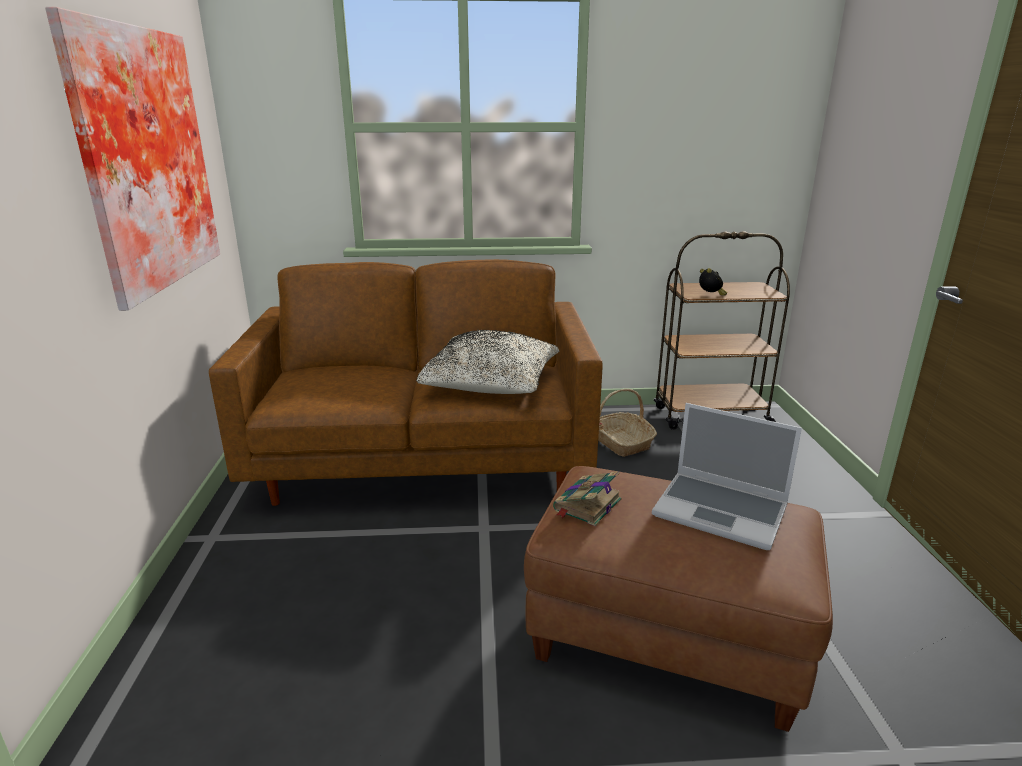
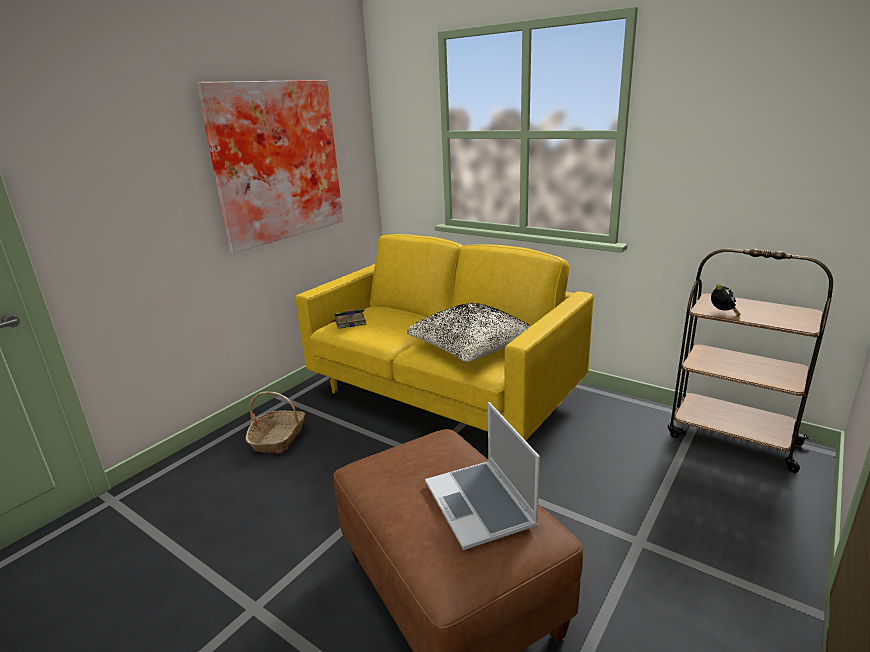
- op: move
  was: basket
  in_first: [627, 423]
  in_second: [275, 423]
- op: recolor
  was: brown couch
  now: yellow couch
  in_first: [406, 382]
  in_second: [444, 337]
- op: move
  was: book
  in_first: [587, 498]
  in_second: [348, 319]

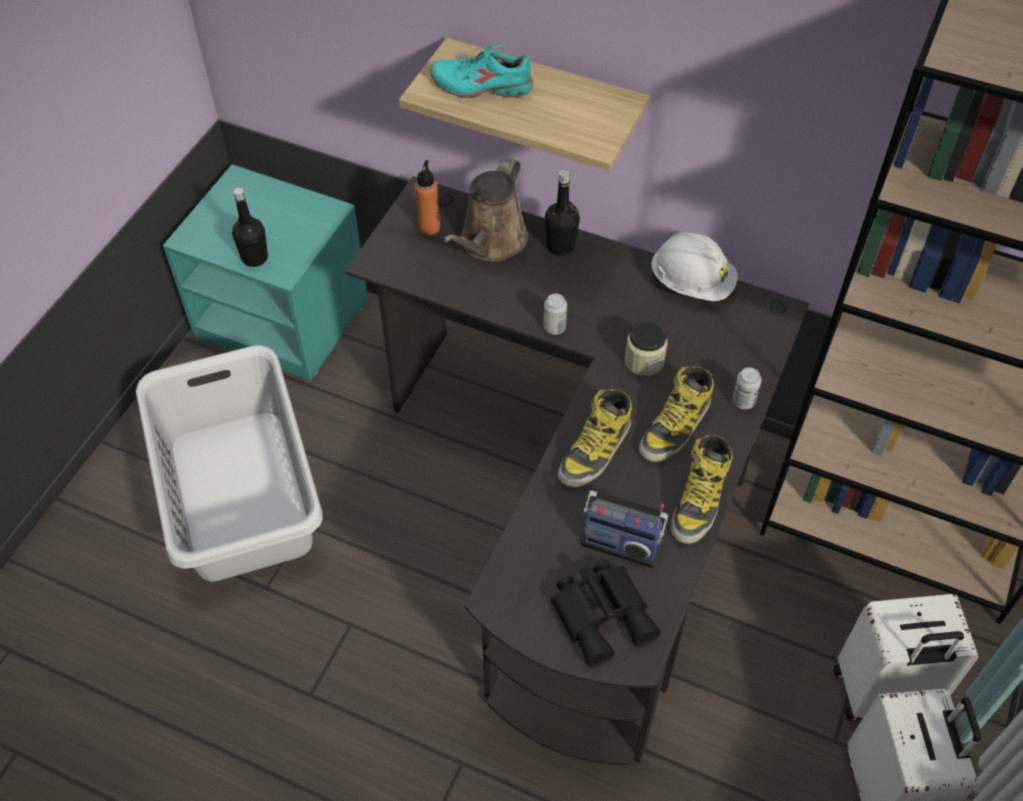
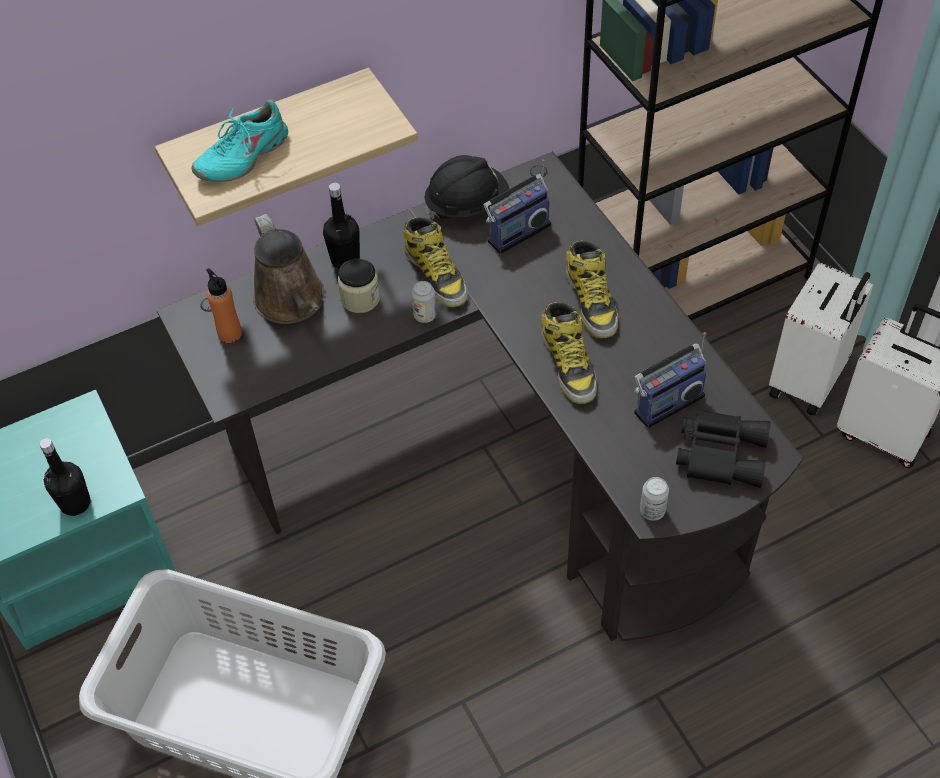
- op: move
  was: storage jar
  in_first: [646, 348]
  in_second: [359, 286]
- op: move
  was: tall boot
  in_first: [702, 489]
  in_second: [435, 262]
- op: recolor
  was: white-coloured safety helmet
  now: black-coloured safety helmet
  in_first: [694, 266]
  in_second: [467, 187]
- op: insert
  now: radio
  in_second: [517, 206]
- op: move
  was: can
  in_first: [747, 388]
  in_second: [654, 499]

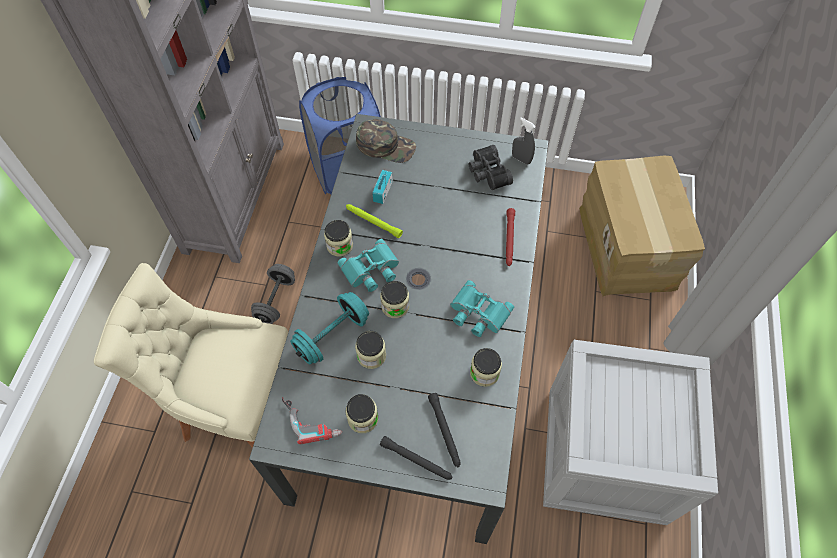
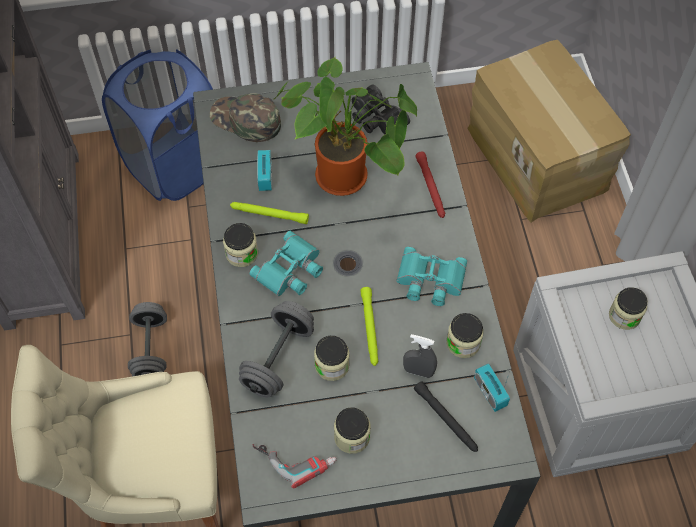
- op: rotate
  was: green-coloured cap
  in_first: [386, 141]
  in_second: [245, 117]
  clockwise: -150
- op: recolor
  was: turquoise-coloured free weight
  now: greyish free weight
  in_first: [329, 328]
  in_second: [276, 349]
- op: insert
  now: plant in a pot
  in_second: [345, 126]
- op: insert
  now: green-coloured flashlight
  in_second: [369, 326]
- op: move
  was: greyish hand sprayer
  in_first: [524, 141]
  in_second: [420, 356]
- op: insert
  now: radio
  in_second: [492, 388]
- op: move
  was: storage jar
  in_first: [394, 299]
  in_second: [628, 308]
- op: delete
  was: black-coloured flashlight
  in_first: [416, 458]

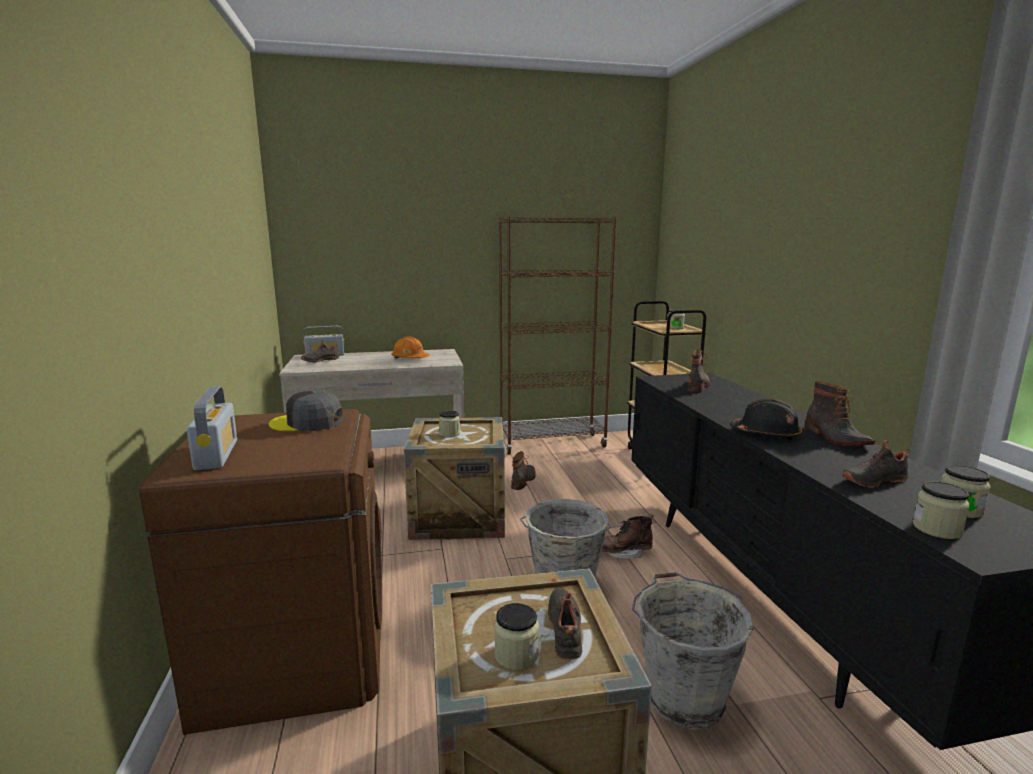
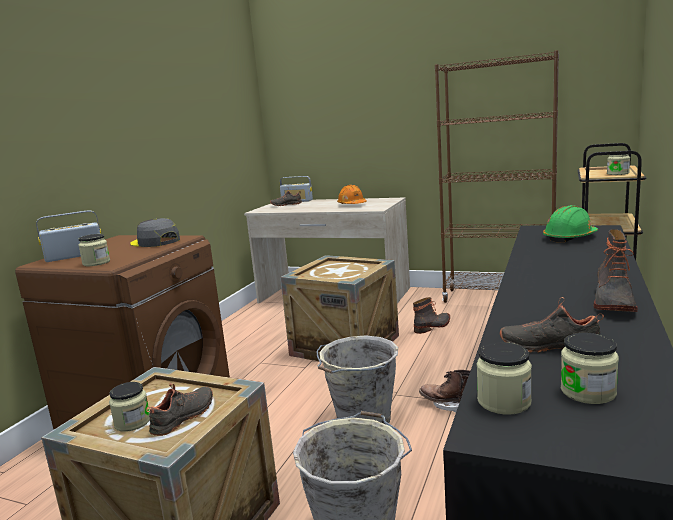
- op: rotate
  was: radio
  in_first: [212, 428]
  in_second: [68, 236]
  clockwise: -135
- op: move
  was: storage jar
  in_first: [449, 423]
  in_second: [94, 250]
- op: replace
  was: tall boot
  now: green-coloured safety helmet
  in_first: [699, 371]
  in_second: [570, 223]
- op: delete
  was: black-coloured safety helmet
  in_first: [766, 419]

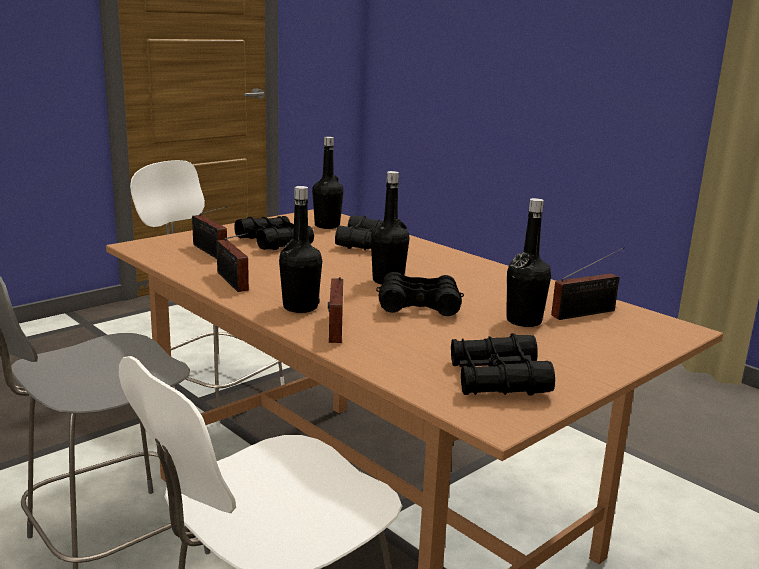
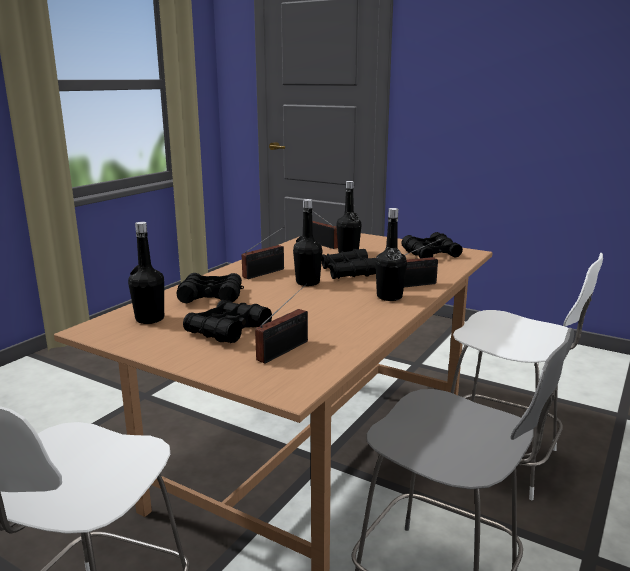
- op: move
  was: radio
  in_first: [232, 262]
  in_second: [263, 253]

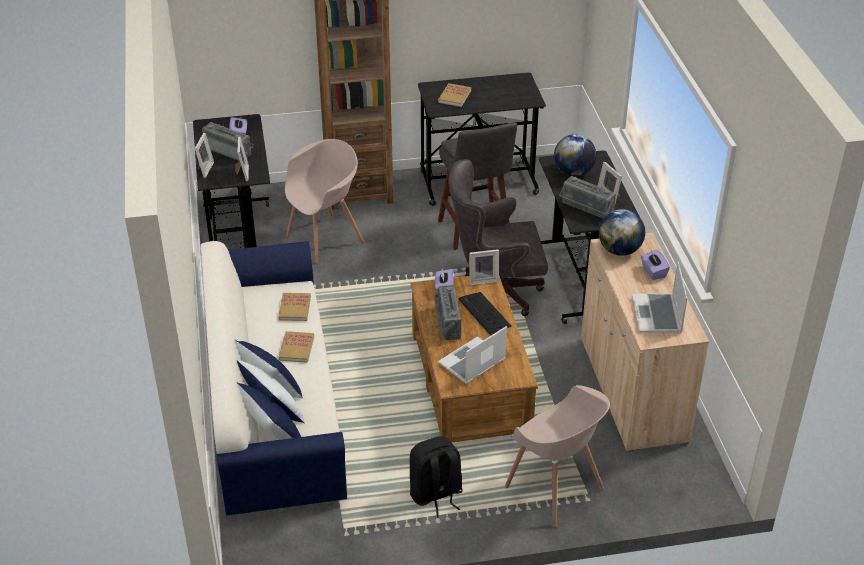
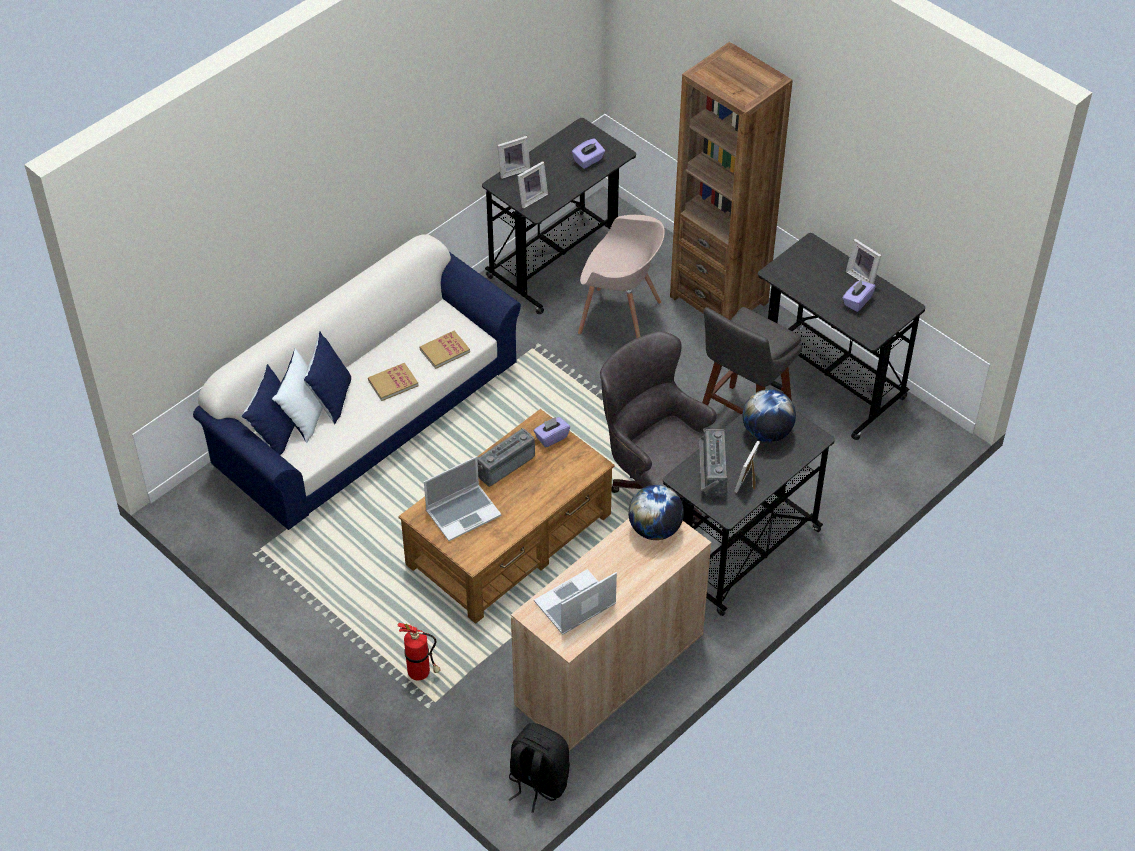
- op: replace
  was: beige-coloured chair
  now: fire extinguisher
  in_first: [557, 456]
  in_second: [419, 651]
- op: rotate
  was: laptop
  in_first: [472, 355]
  in_second: [462, 498]
  clockwise: 135
- op: move
  was: black-coloured knapsack
  in_first: [436, 477]
  in_second: [539, 768]
- op: move
  was: purple-coloured tissue box
  in_first: [655, 264]
  in_second: [859, 295]
- op: move
  was: standing frame
  in_first: [484, 267]
  in_second: [864, 261]
- op: delete
  was: radio
  in_first: [228, 141]
- op: delete
  was: book
  in_first: [454, 95]
- op: delete
  was: keyboard
  in_first: [485, 313]

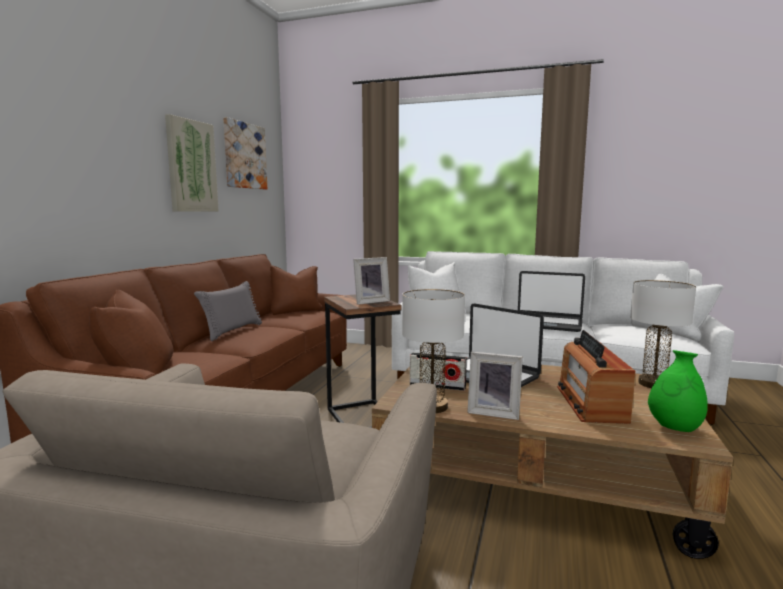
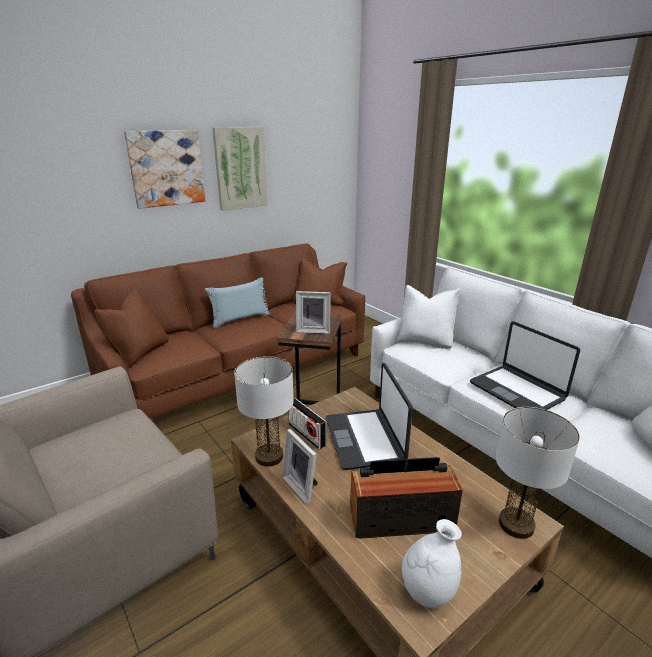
- op: move
  was: picture
  in_first: [245, 153]
  in_second: [164, 169]
- op: recolor
  was: greyish throw pillow
  now: blue-coloured throw pillow
  in_first: [228, 311]
  in_second: [237, 303]
- op: rotate
  was: radio
  in_first: [596, 377]
  in_second: [406, 498]
  clockwise: 45
- op: recolor
  was: green-coloured flower vase
  now: white-coloured flower vase
  in_first: [678, 391]
  in_second: [431, 563]

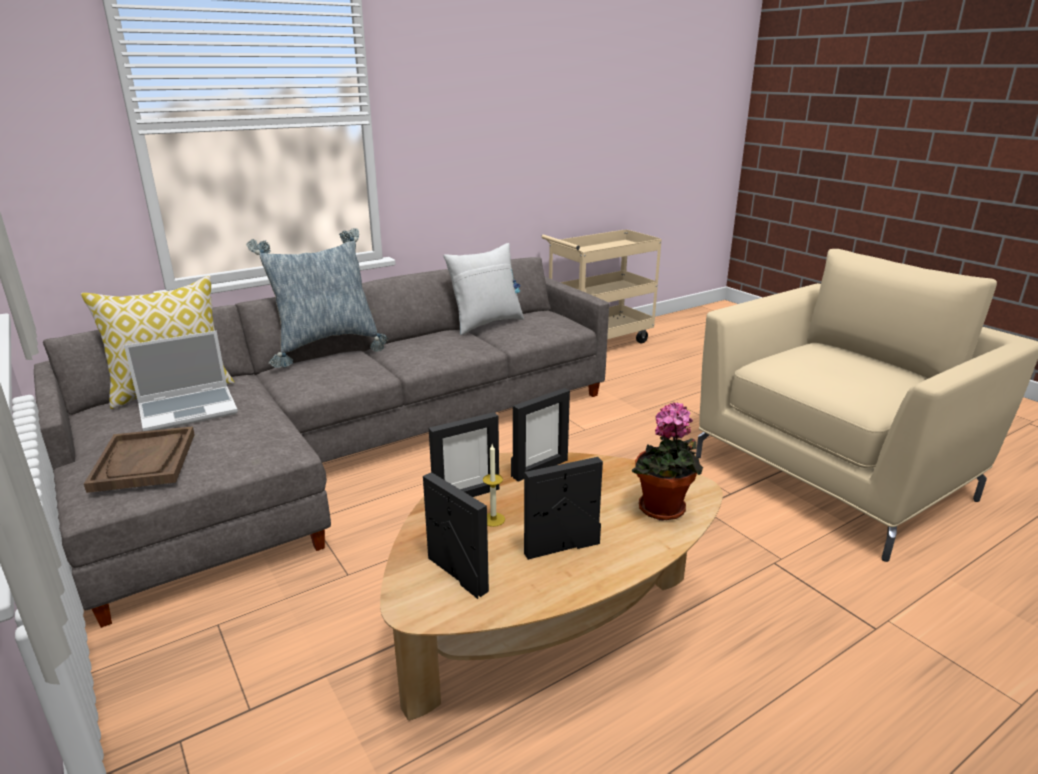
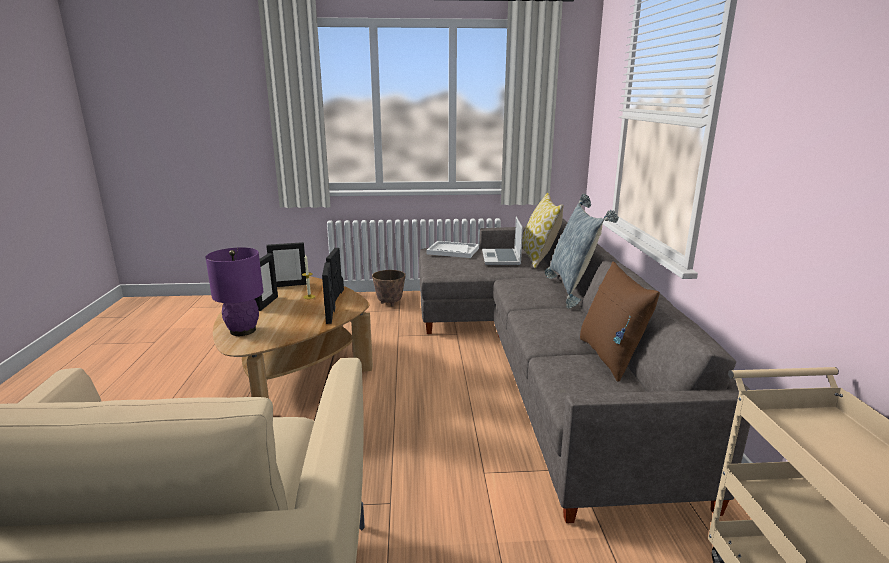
- op: replace
  was: plant in a pot
  now: purple-coloured table lamp
  in_first: [667, 462]
  in_second: [234, 291]
- op: insert
  now: flower pot
  in_second: [389, 288]
- op: recolor
  was: brown tray
  now: white-coloured tray
  in_first: [139, 459]
  in_second: [452, 249]
- op: recolor
  was: greyish throw pillow
  now: brown throw pillow
  in_first: [483, 289]
  in_second: [620, 322]

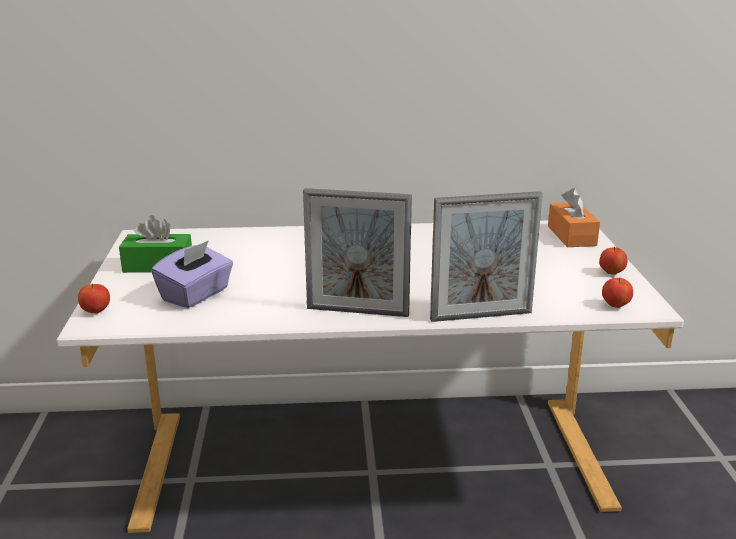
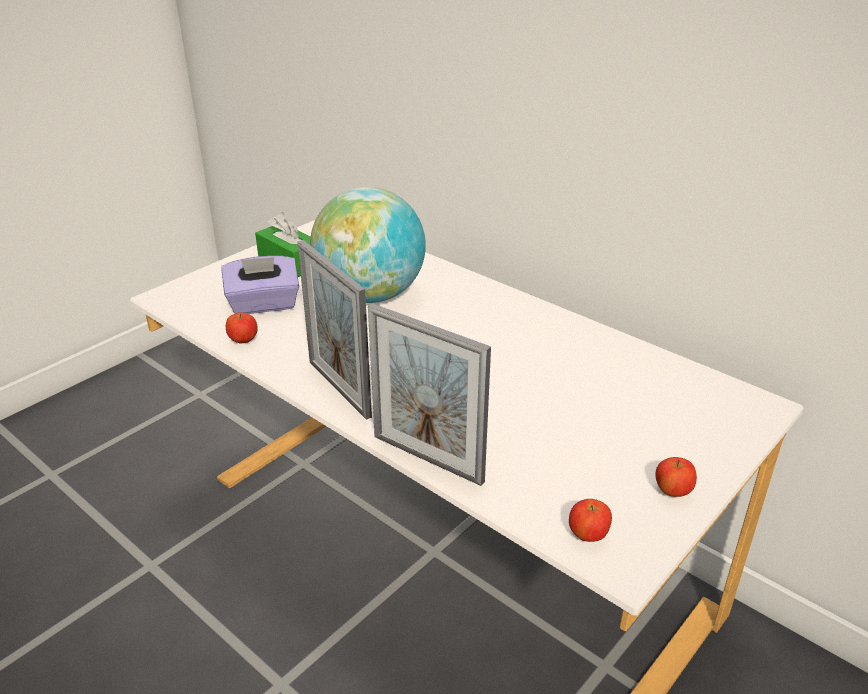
- op: move
  was: apple fruit
  in_first: [94, 298]
  in_second: [242, 328]
- op: insert
  now: world globe
  in_second: [368, 245]
- op: delete
  was: orangey tissue box
  in_first: [574, 217]

